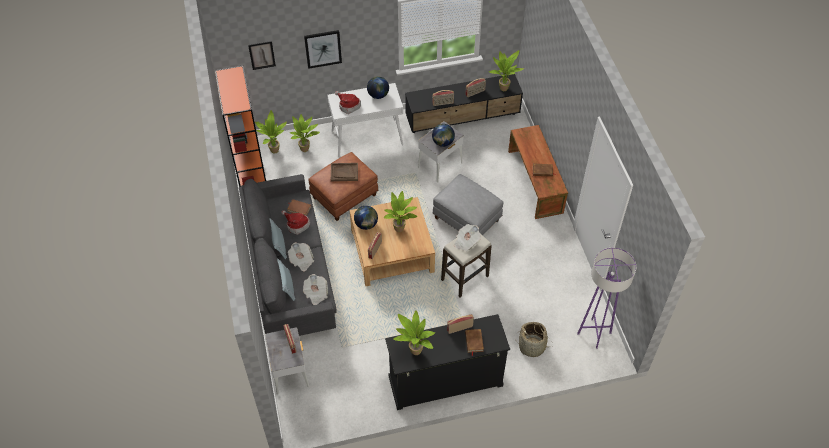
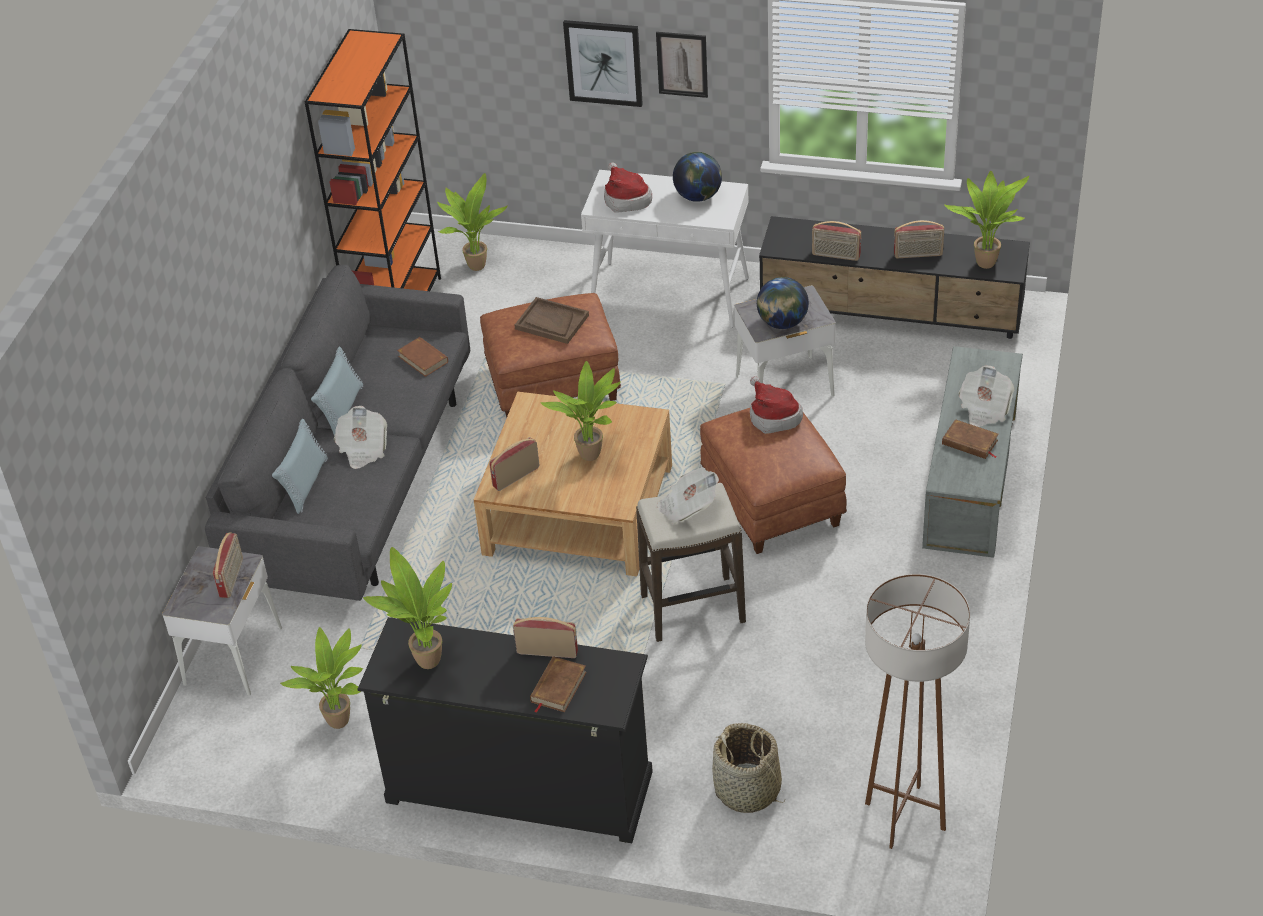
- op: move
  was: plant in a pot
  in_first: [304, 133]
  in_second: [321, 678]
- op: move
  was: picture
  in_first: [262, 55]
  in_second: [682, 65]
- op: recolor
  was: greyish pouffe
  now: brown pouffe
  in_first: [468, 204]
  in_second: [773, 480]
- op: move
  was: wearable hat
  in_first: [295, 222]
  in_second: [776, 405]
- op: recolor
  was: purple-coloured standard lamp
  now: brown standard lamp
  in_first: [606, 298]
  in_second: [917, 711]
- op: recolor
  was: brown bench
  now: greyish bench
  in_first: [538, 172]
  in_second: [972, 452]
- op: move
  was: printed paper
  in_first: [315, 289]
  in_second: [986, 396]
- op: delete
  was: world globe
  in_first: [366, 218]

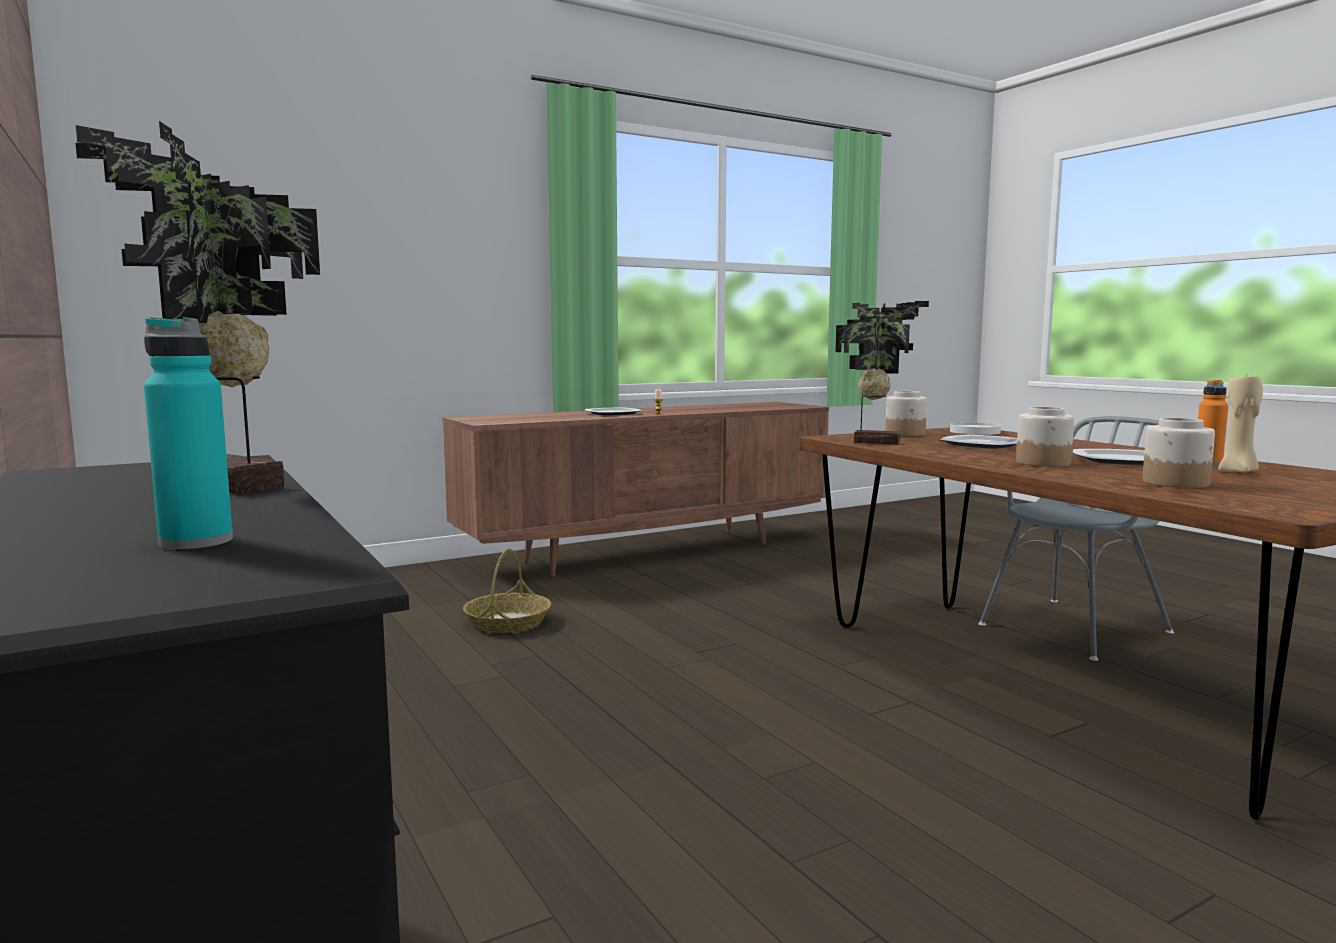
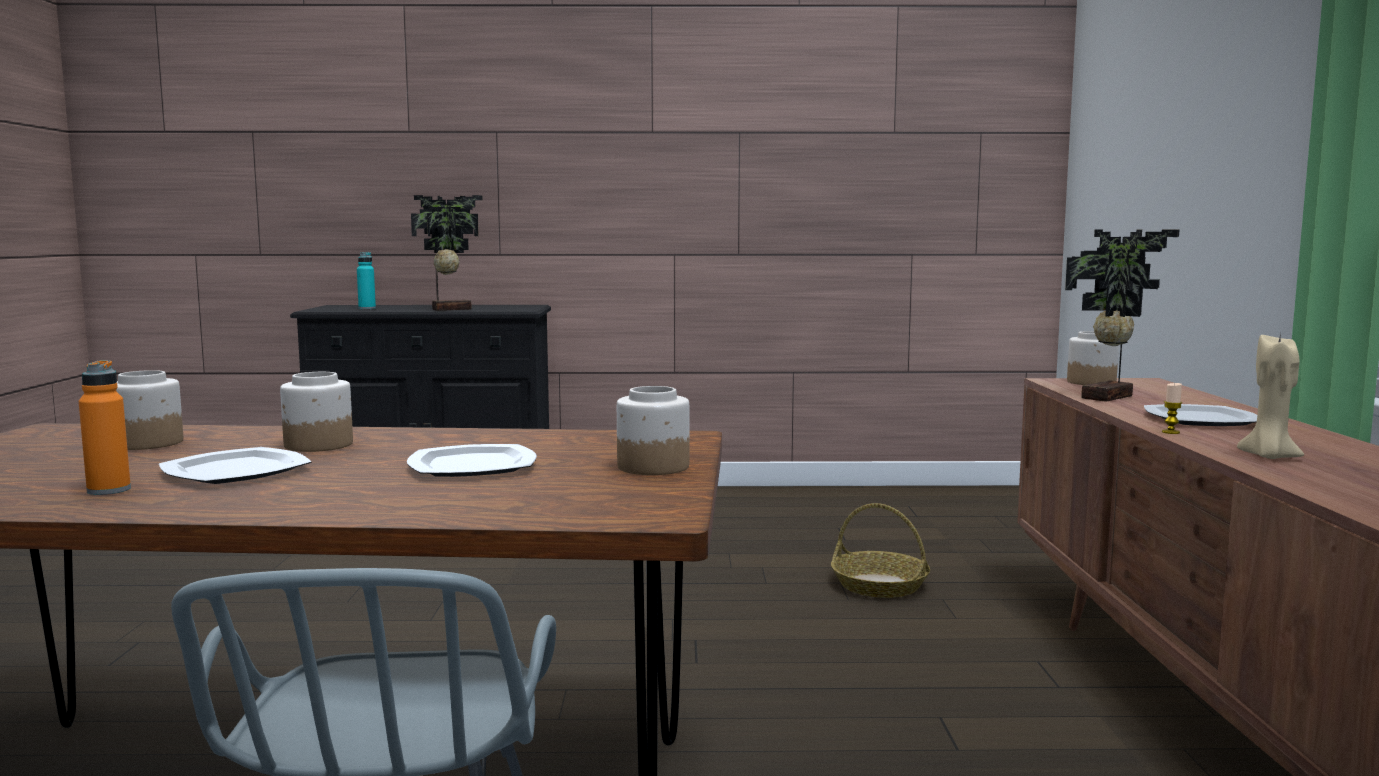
- op: move
  was: plant in a pot
  in_first: [882, 373]
  in_second: [1122, 316]
- op: insert
  now: storage jar
  in_second: [1093, 358]
- op: move
  was: beige-coloured wax candle
  in_first: [1240, 424]
  in_second: [1270, 396]
- op: delete
  was: white-coloured plate
  in_first: [975, 428]

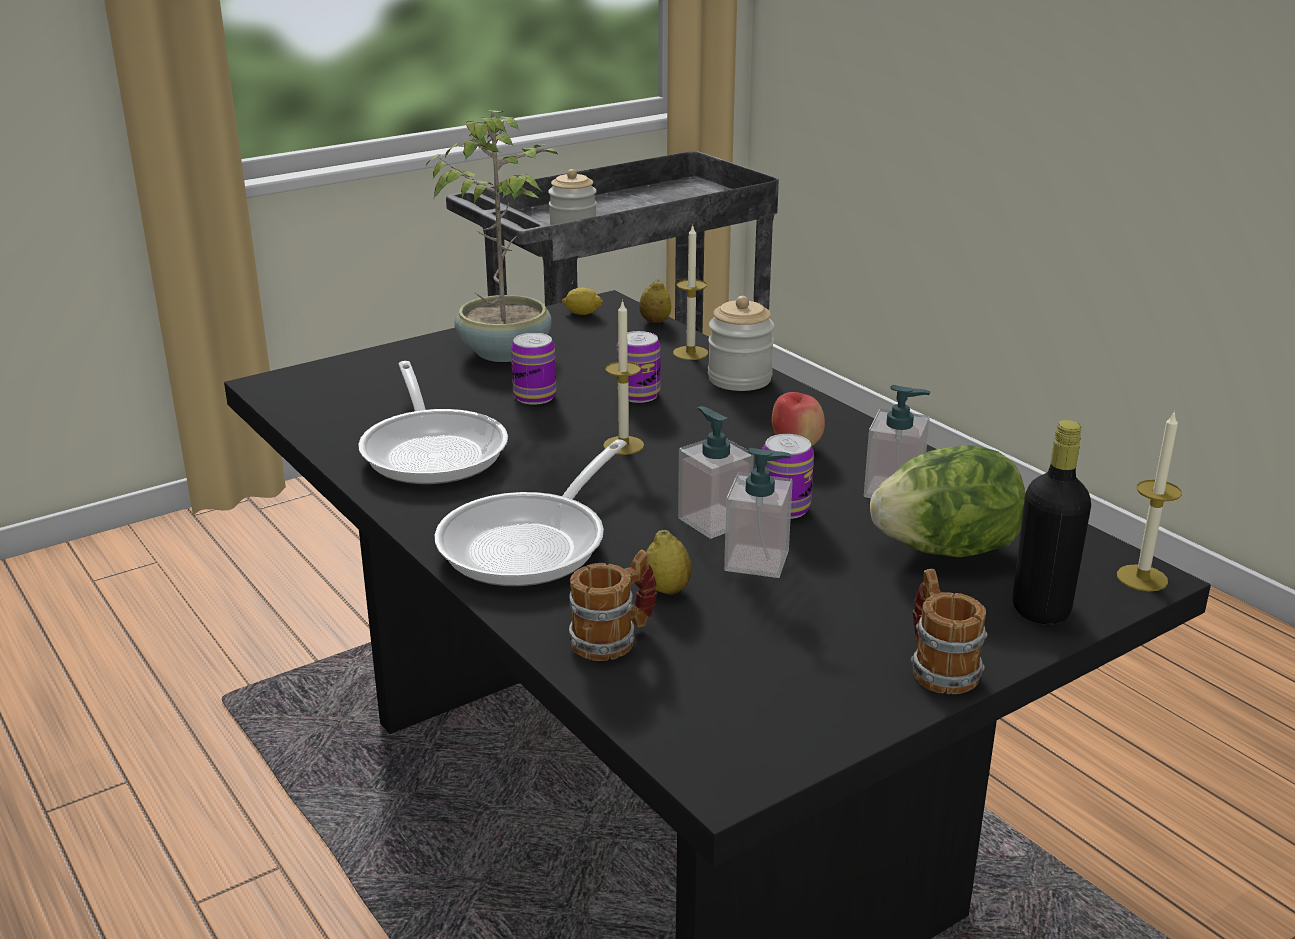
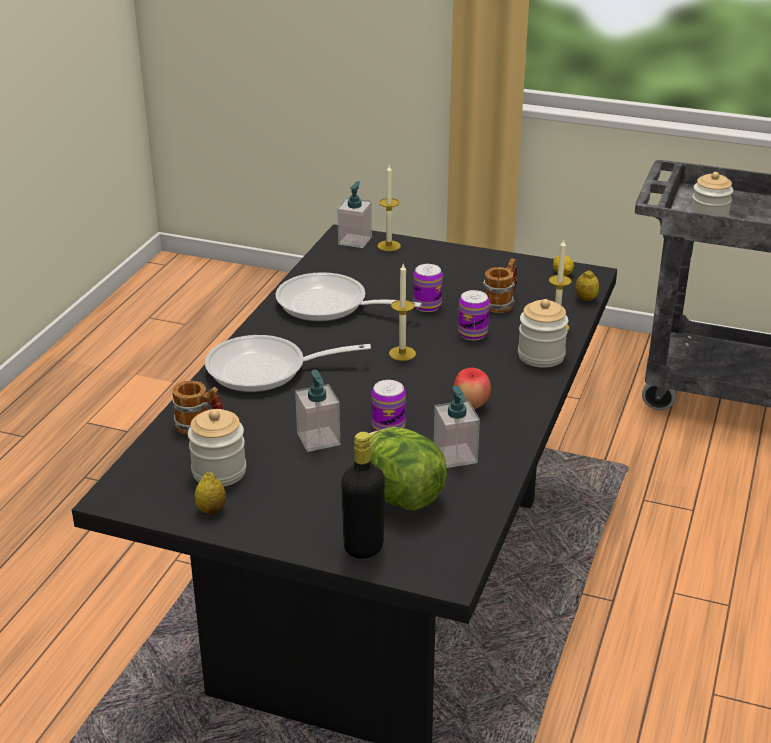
- op: insert
  now: storage jar
  in_second: [217, 448]
- op: move
  was: lemon
  in_first: [669, 562]
  in_second: [210, 493]
- op: rotate
  was: pan
  in_first: [433, 422]
  in_second: [349, 296]
  clockwise: 75
- op: move
  was: soap dispenser
  in_first: [716, 472]
  in_second: [354, 214]
- op: move
  was: wax candle
  in_first: [1149, 500]
  in_second: [389, 208]
- op: move
  was: coffee mug
  in_first: [949, 631]
  in_second: [499, 285]
- op: delete
  was: plant in a pot
  in_first: [492, 236]

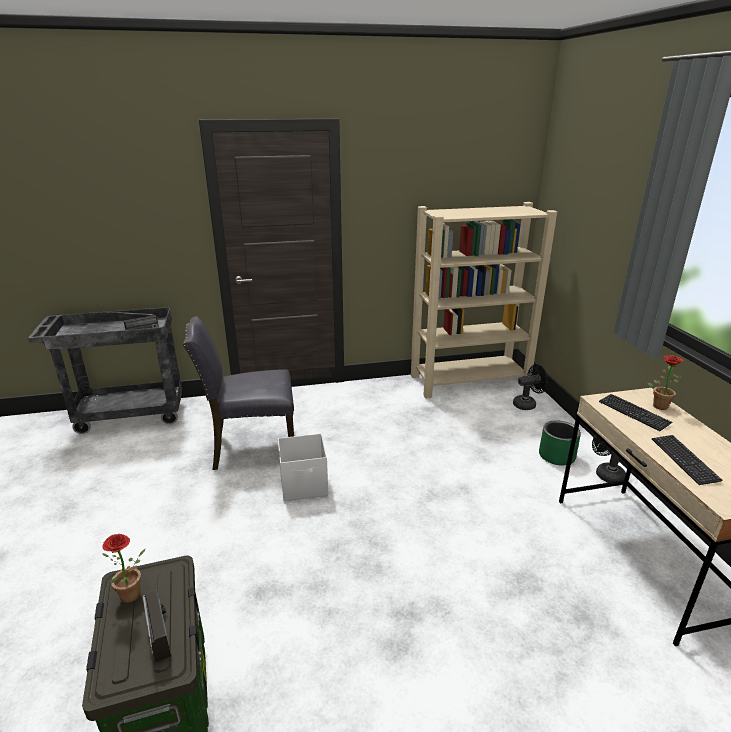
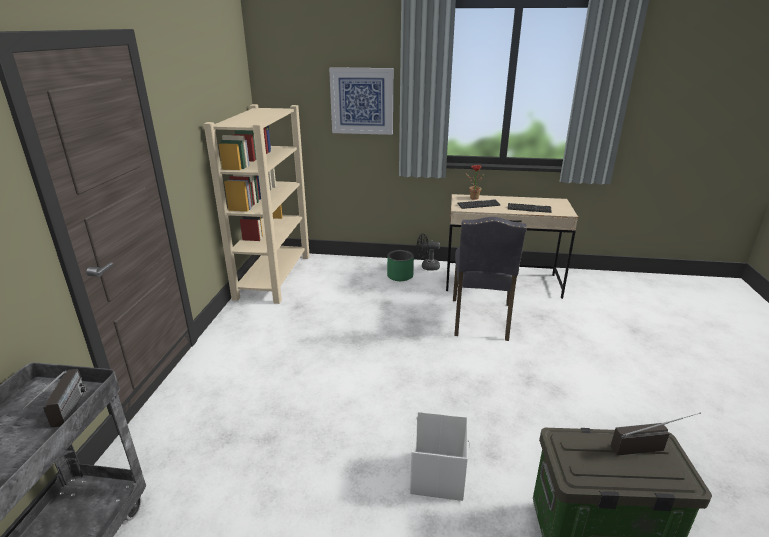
- op: insert
  now: picture
  in_second: [361, 101]
- op: move
  was: white-coloured storage container
  in_first: [303, 467]
  in_second: [440, 456]
- op: move
  was: greyish chair
  in_first: [238, 393]
  in_second: [490, 279]
- op: delete
  was: plant in a pot
  in_first: [124, 568]
- op: delete
  was: black-coloured cooling fan
  in_first: [530, 387]

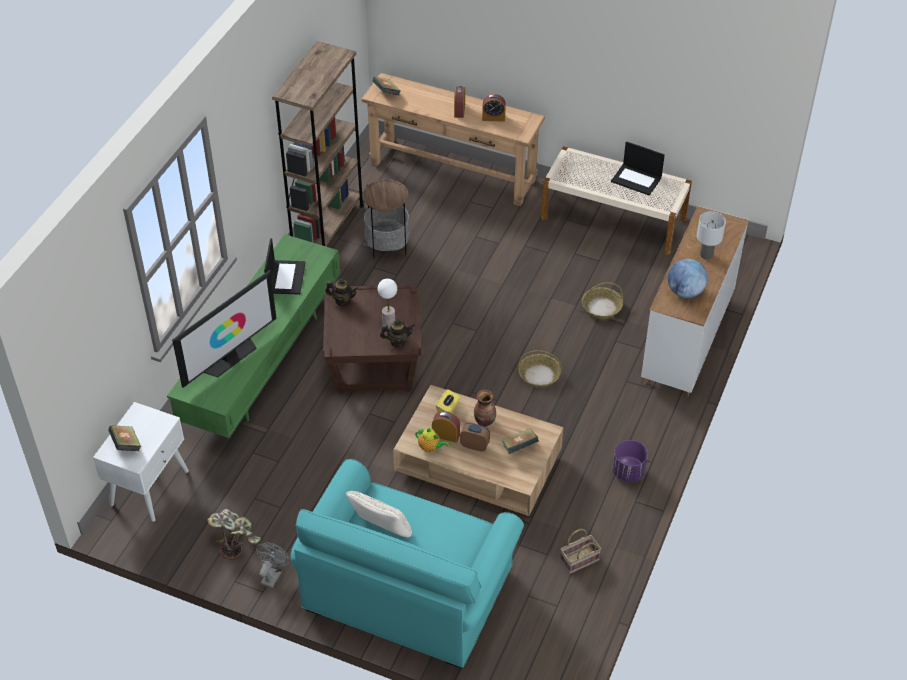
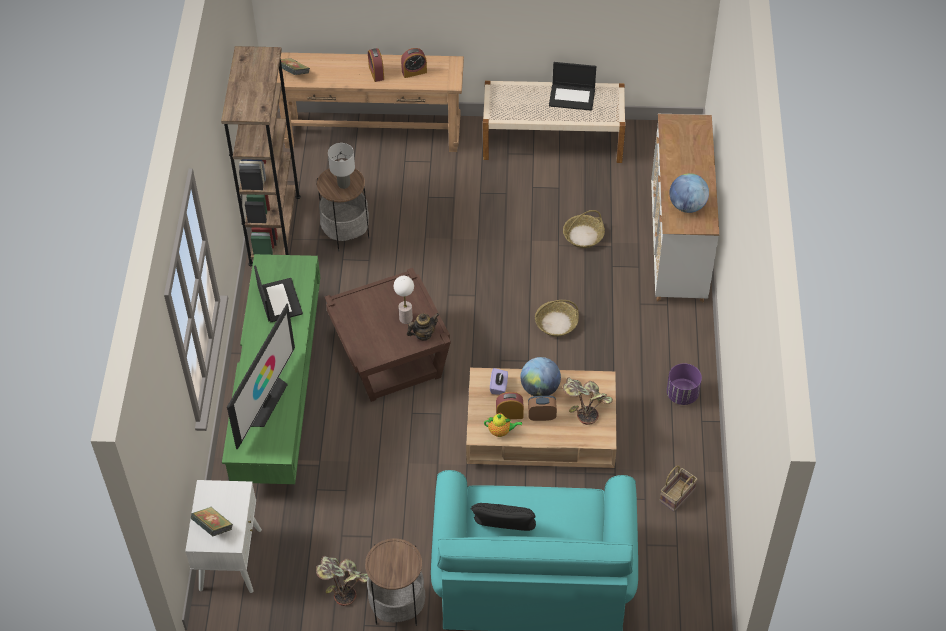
- op: move
  was: white-coloured table lamp
  in_first: [711, 235]
  in_second: [341, 166]
- op: replace
  was: greyish cooling fan
  now: end table
  in_first: [273, 565]
  in_second: [395, 582]
- op: recolor
  was: beige-coloured throw pillow
  now: black-coloured throw pillow
  in_first: [378, 514]
  in_second: [503, 517]
- op: recolor
  was: yellow tissue box
  now: purple-coloured tissue box
  in_first: [448, 401]
  in_second: [499, 381]
- op: replace
  was: flower vase
  now: world globe
  in_first: [485, 408]
  in_second: [540, 376]
- op: replace
  was: book
  now: plant in a pot
  in_first: [520, 441]
  in_second: [588, 401]
- op: delete
  was: tea pot
  in_first: [341, 292]

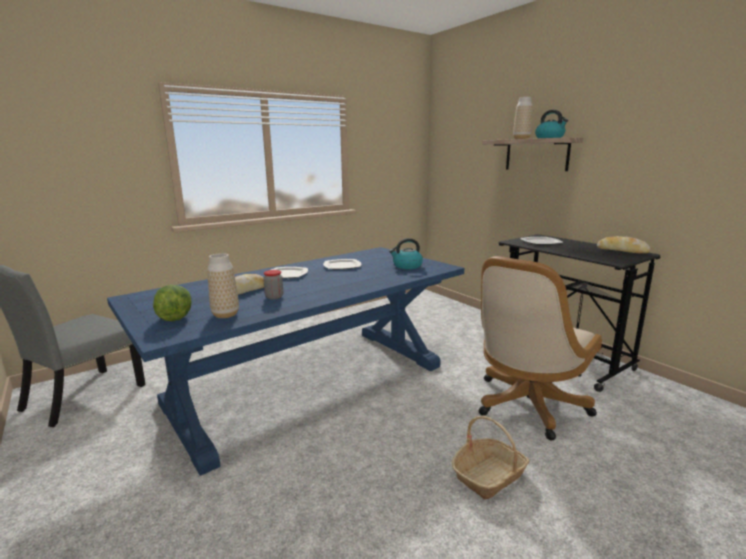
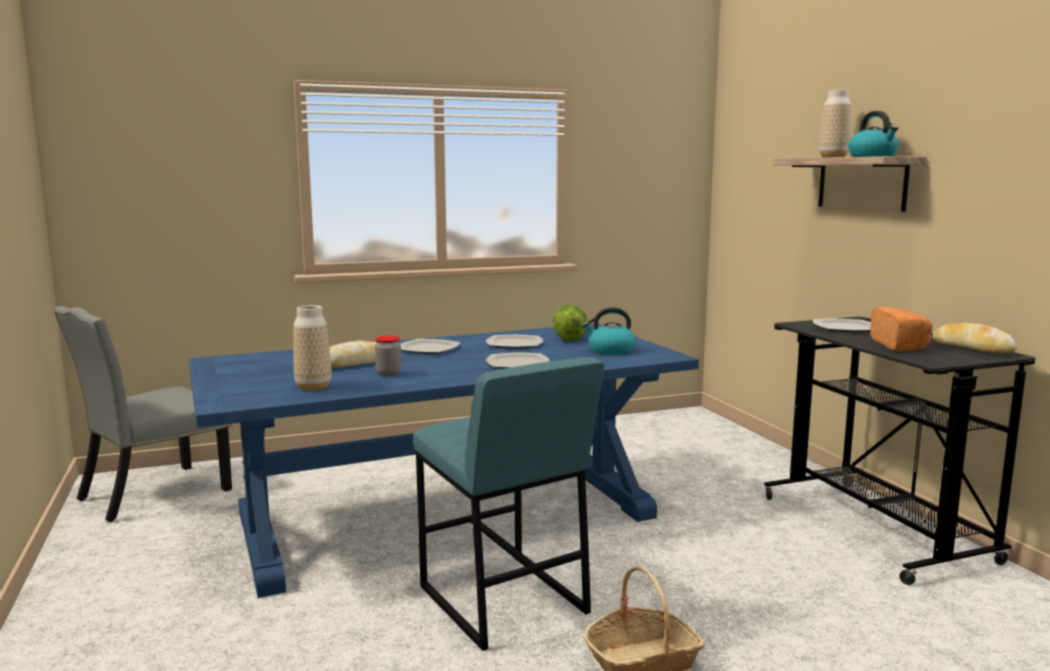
- op: insert
  now: blue-coloured stool seat
  in_second: [508, 504]
- op: insert
  now: plate
  in_second: [518, 361]
- op: move
  was: lettuce head
  in_first: [172, 303]
  in_second: [570, 323]
- op: insert
  now: bread
  in_second: [901, 329]
- op: delete
  was: computer chair
  in_first: [540, 348]

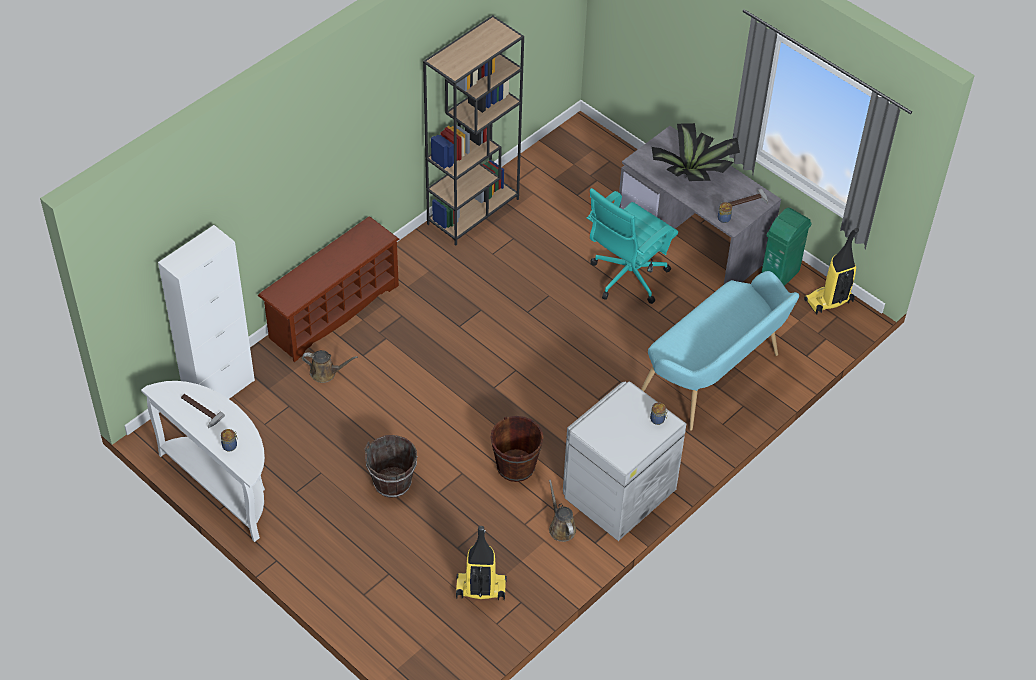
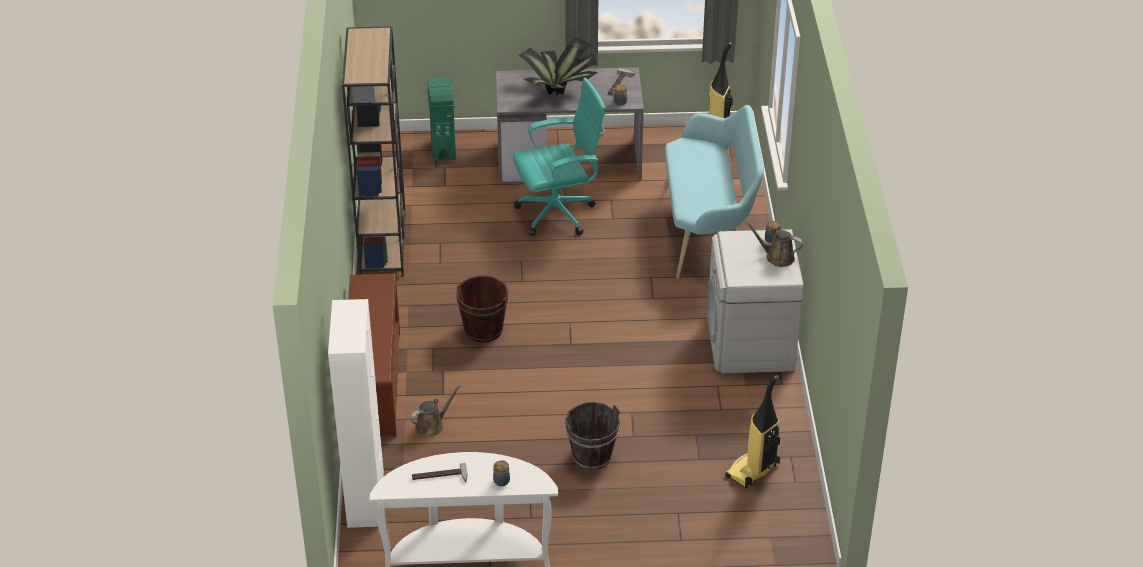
- op: move
  was: green-coloured waste bin
  in_first: [786, 247]
  in_second: [441, 119]
- op: move
  was: brown bucket
  in_first: [517, 449]
  in_second: [482, 309]
- op: rotate
  was: turquoise-coloured computer chair
  in_first: [632, 246]
  in_second: [559, 157]
  clockwise: -105
- op: move
  was: brown watering can
  in_first: [562, 510]
  in_second: [774, 243]

